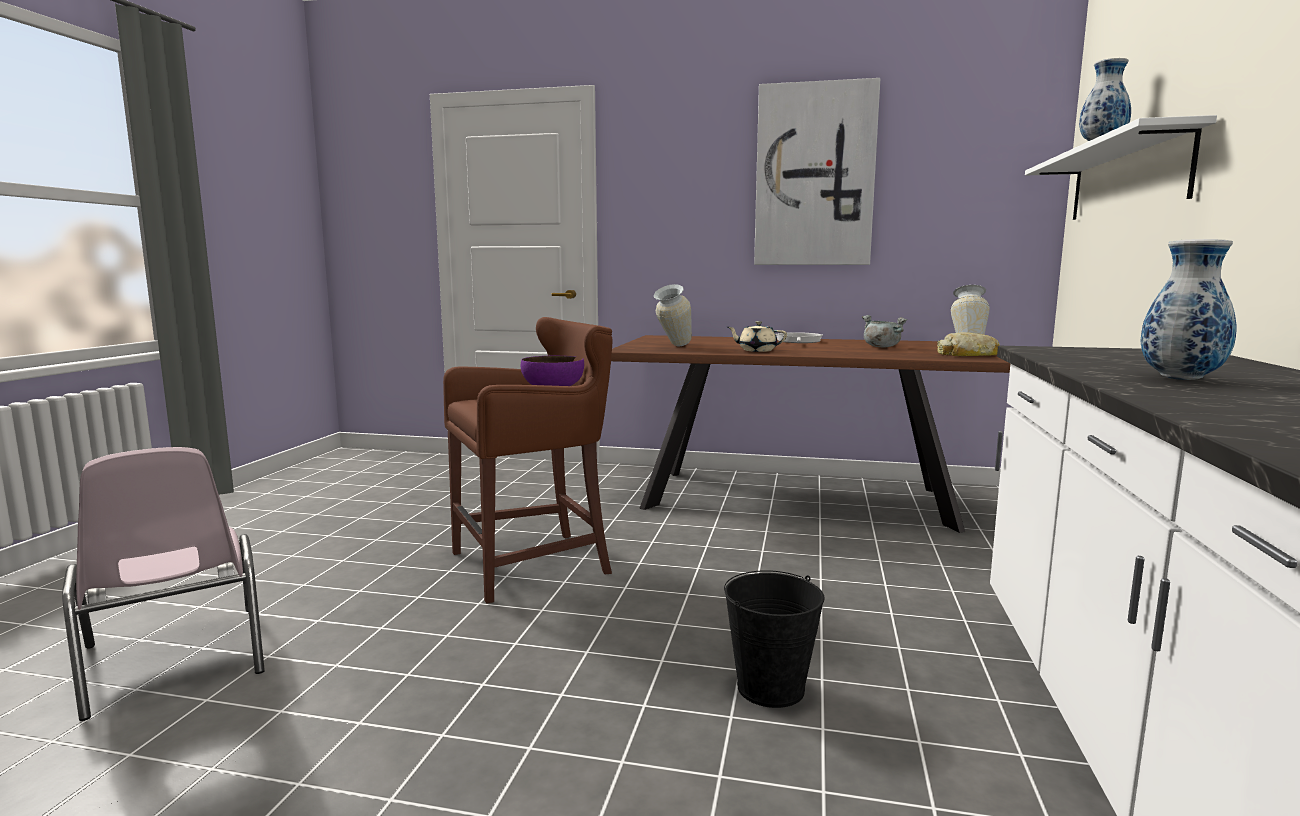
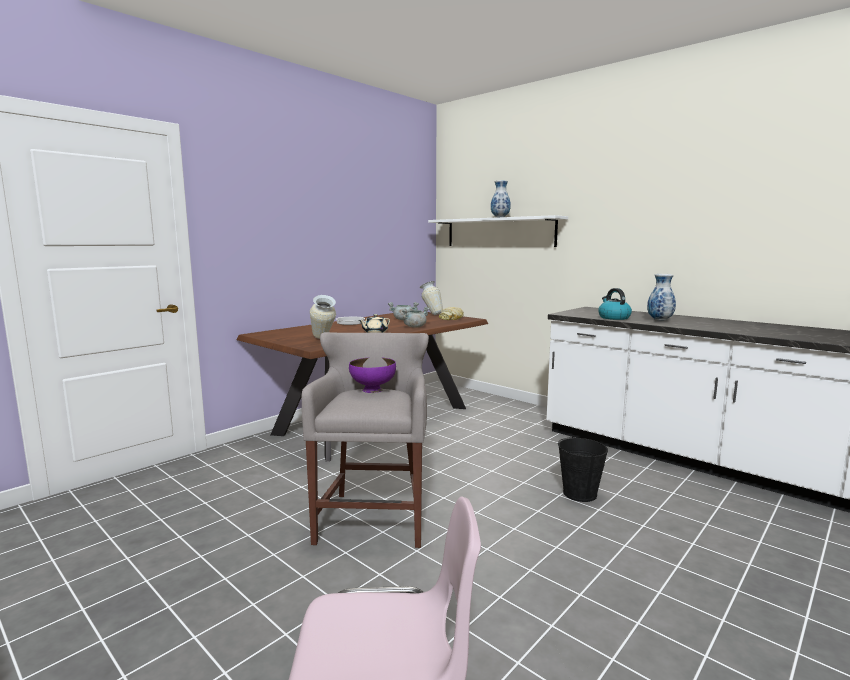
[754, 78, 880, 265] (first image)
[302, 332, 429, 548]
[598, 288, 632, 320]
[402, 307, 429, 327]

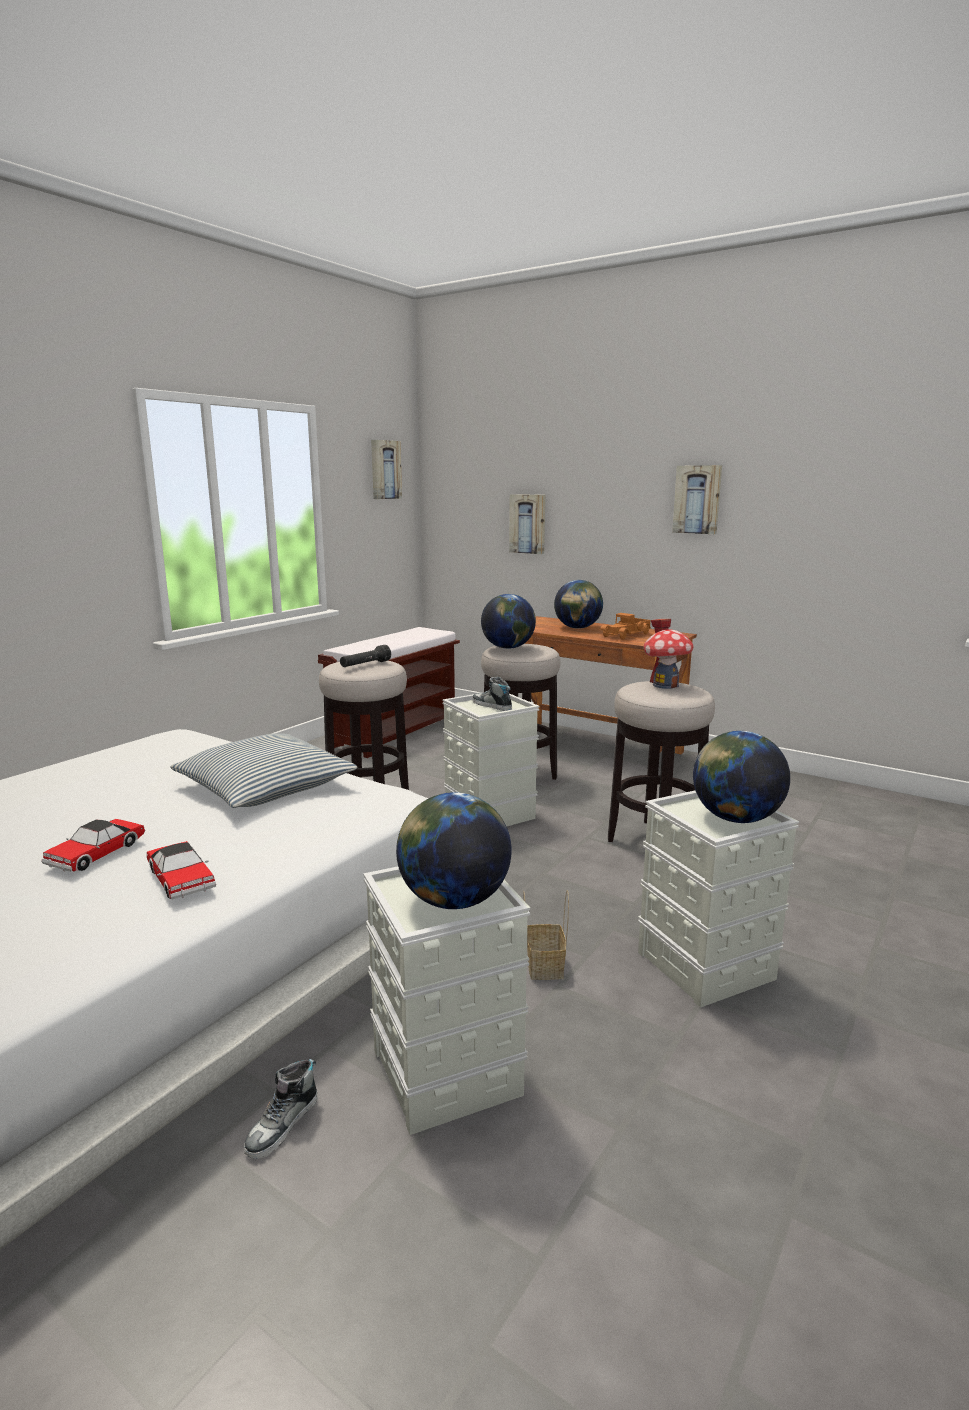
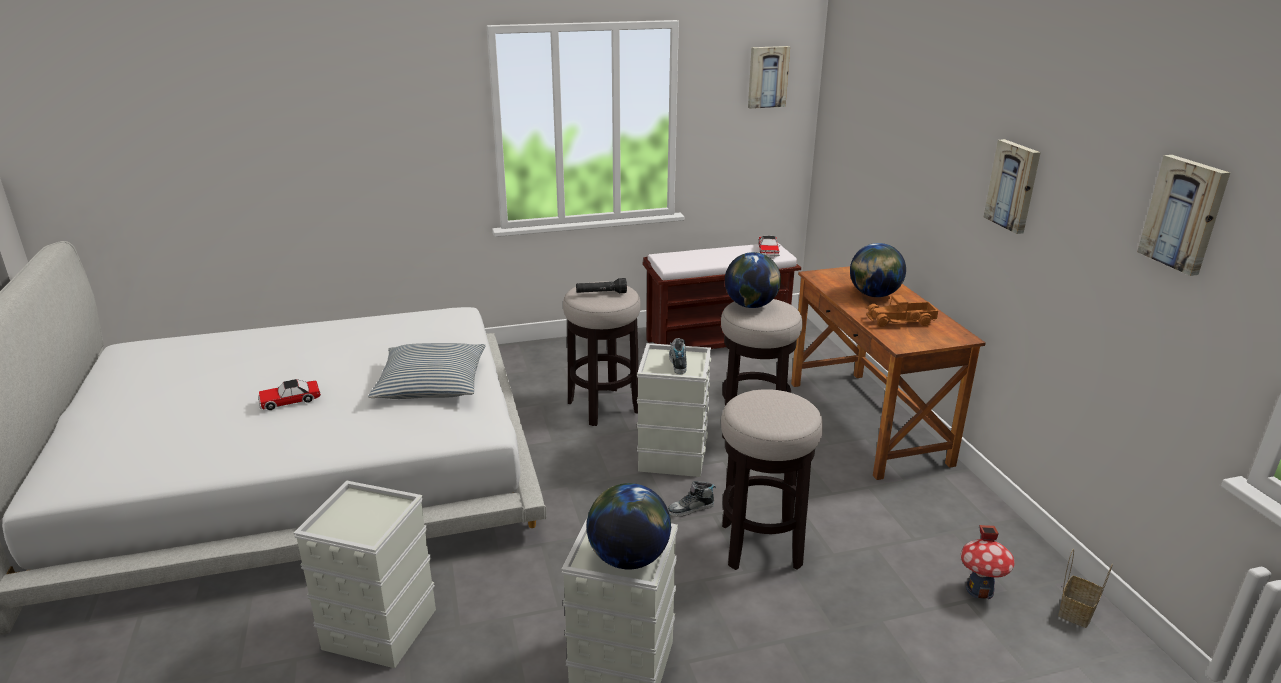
[1137, 155, 1230, 276]
[961, 525, 1015, 599]
[396, 792, 512, 909] (first image)
[759, 236, 780, 257]
[1058, 549, 1113, 628]
[668, 481, 716, 517]

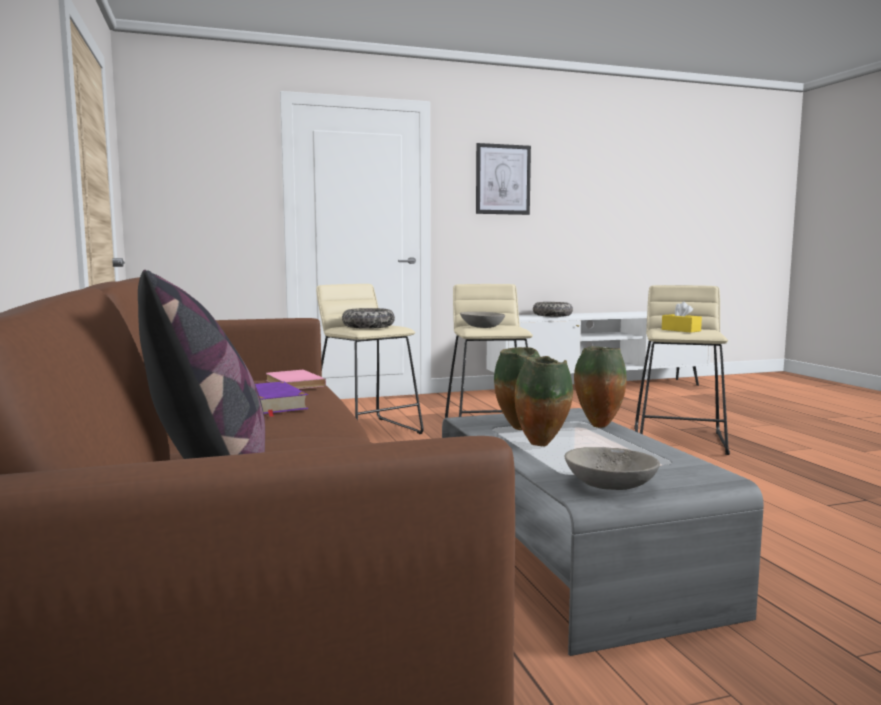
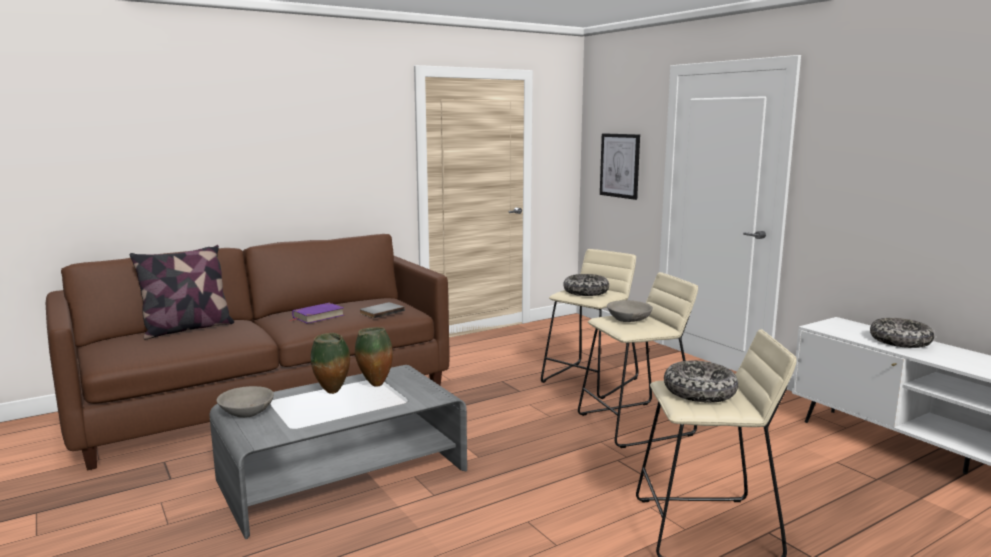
[600, 133, 640, 200]
[664, 361, 738, 403]
[574, 346, 627, 428] (first image)
[359, 302, 405, 318]

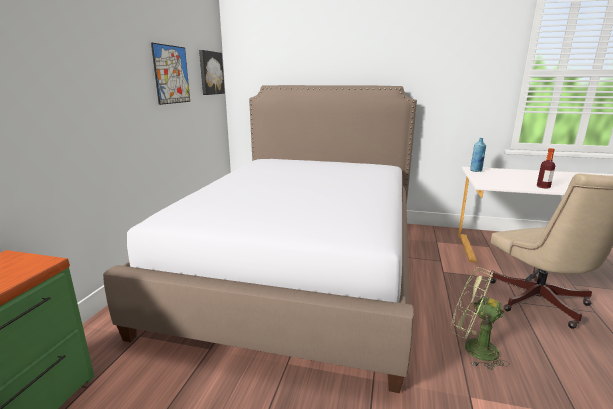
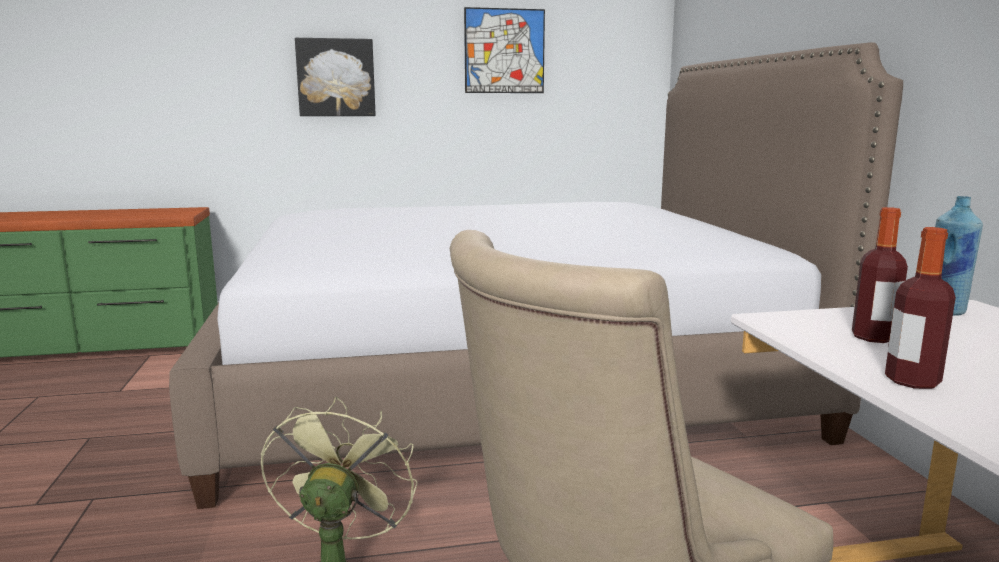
[295, 38, 376, 116]
[852, 207, 908, 343]

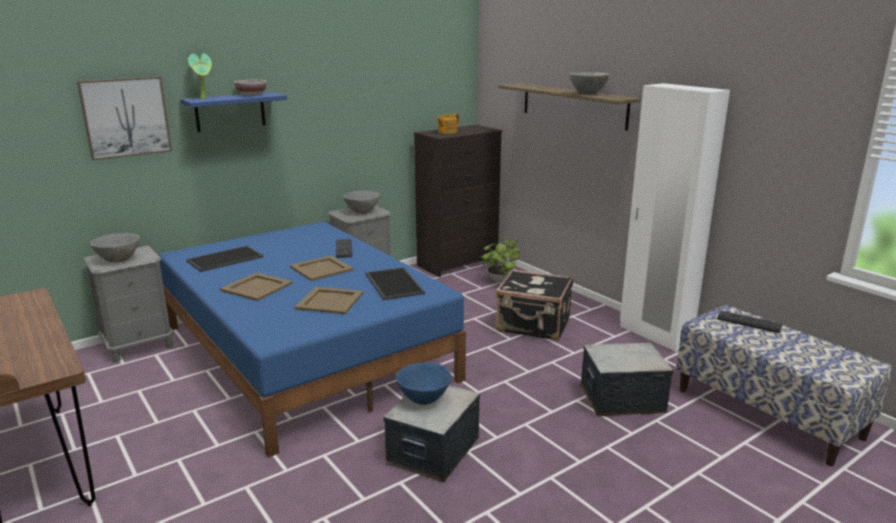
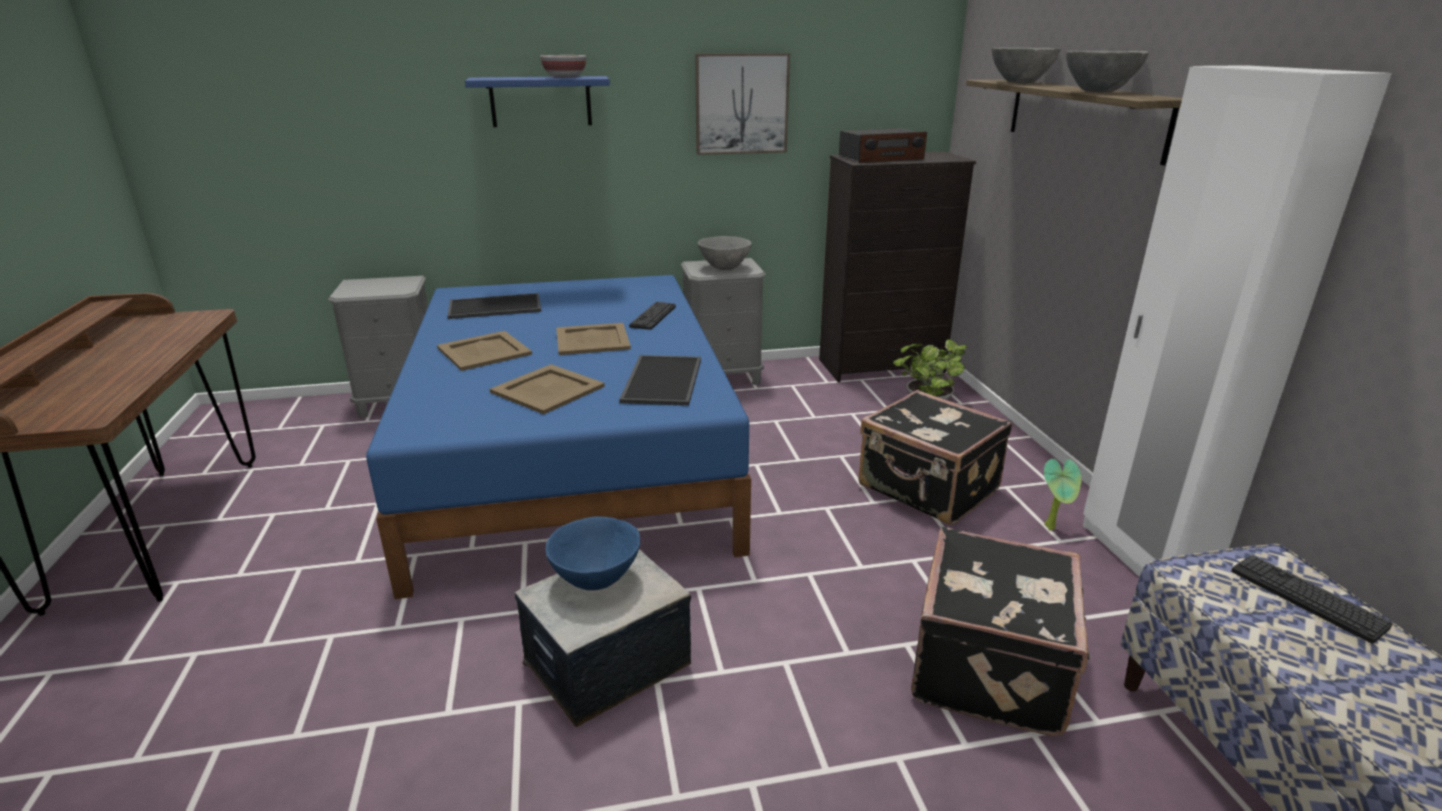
[1044, 459, 1082, 530]
[695, 53, 790, 155]
[839, 128, 927, 163]
[992, 47, 1061, 83]
[911, 527, 1090, 736]

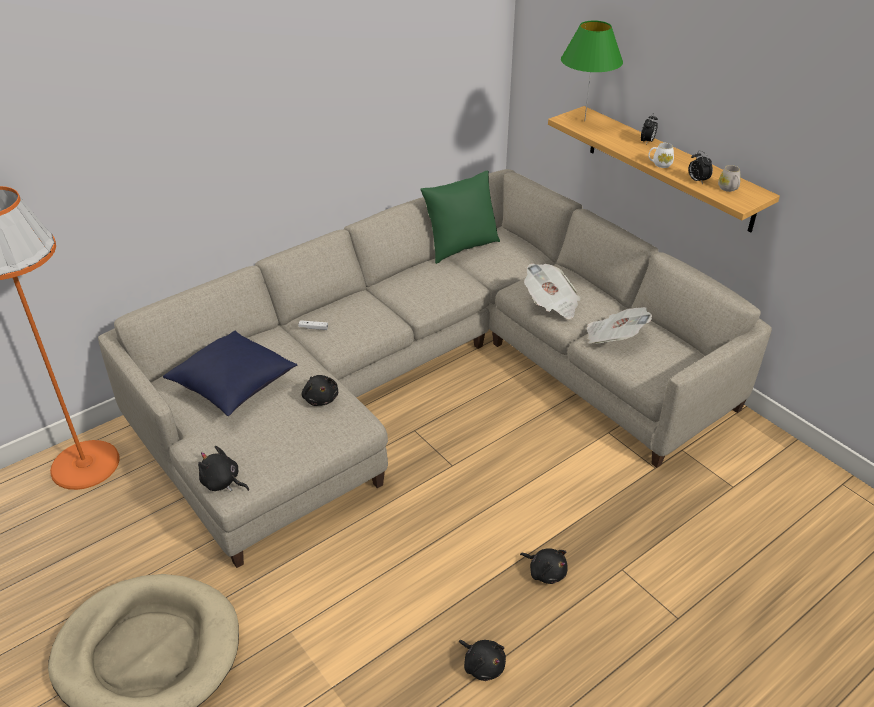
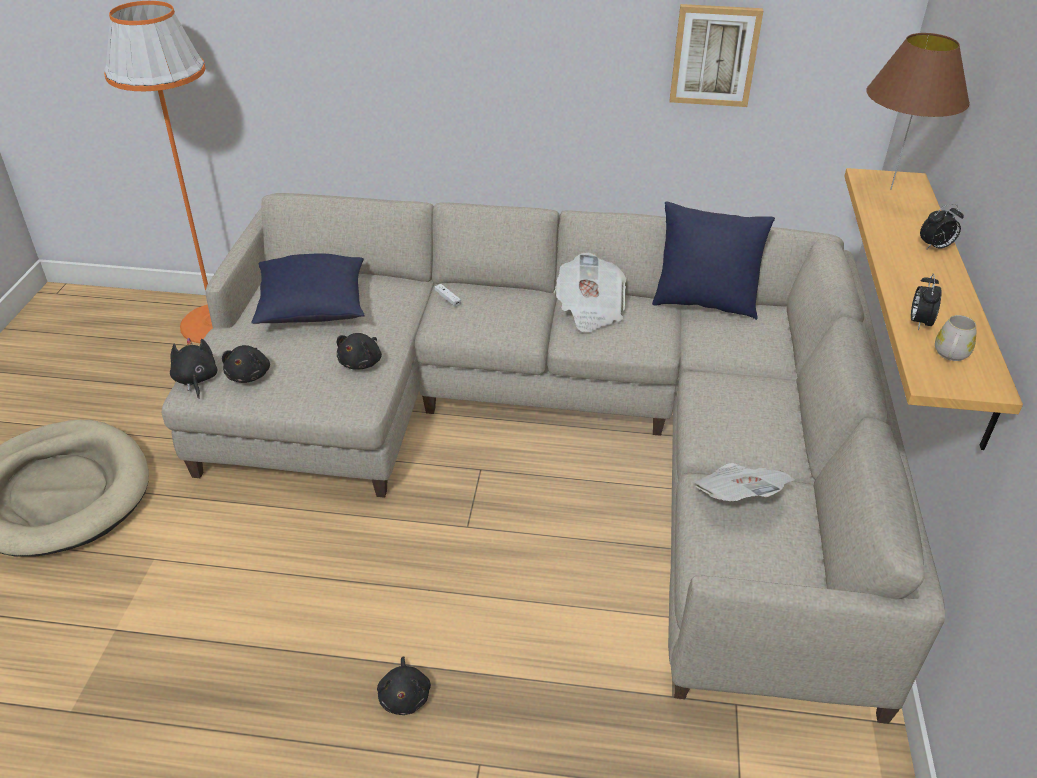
[866, 33, 970, 190]
[648, 143, 674, 168] (first image)
[652, 201, 775, 320]
[554, 253, 626, 333]
[222, 345, 270, 383]
[670, 4, 763, 107]

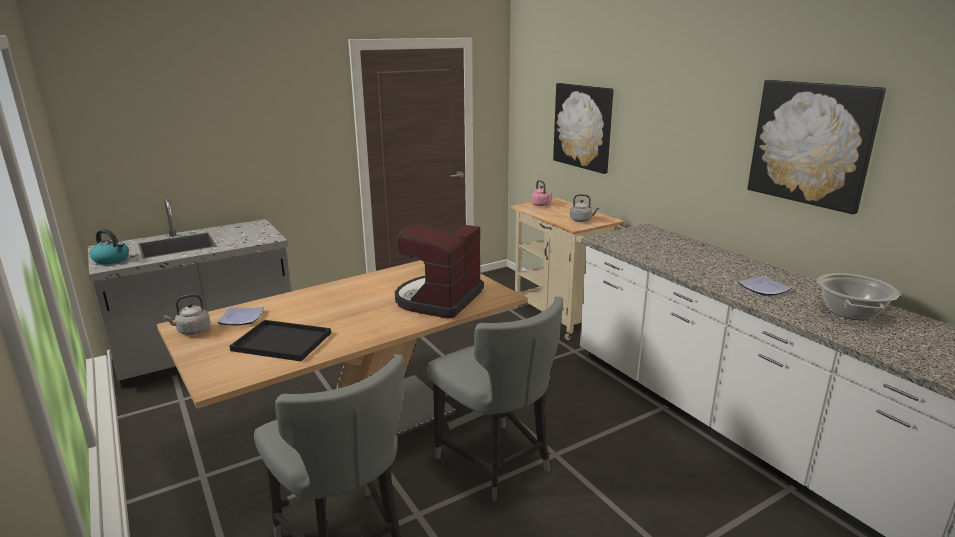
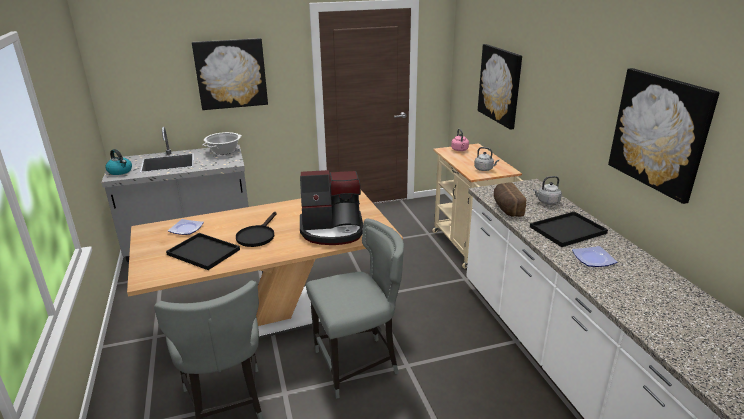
[300, 170, 363, 245]
[202, 132, 242, 155]
[533, 176, 562, 205]
[306, 218, 404, 399]
[192, 38, 268, 110]
[494, 182, 526, 217]
[530, 211, 608, 247]
[236, 212, 277, 247]

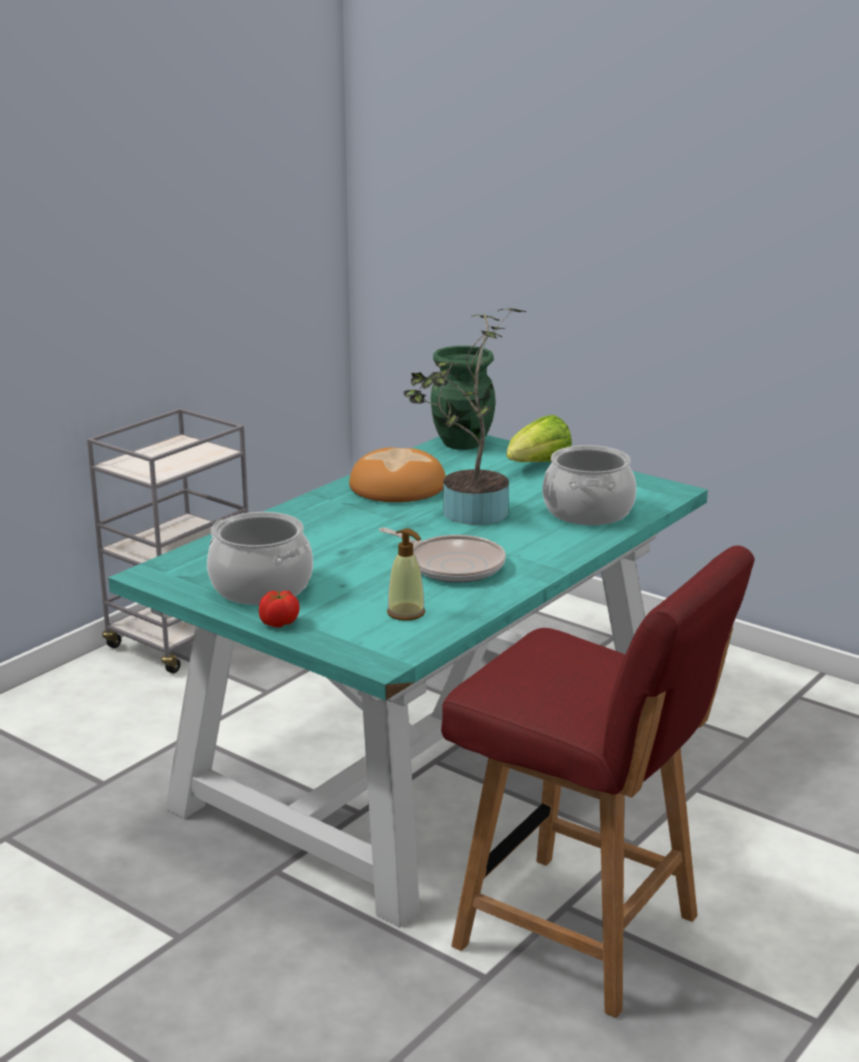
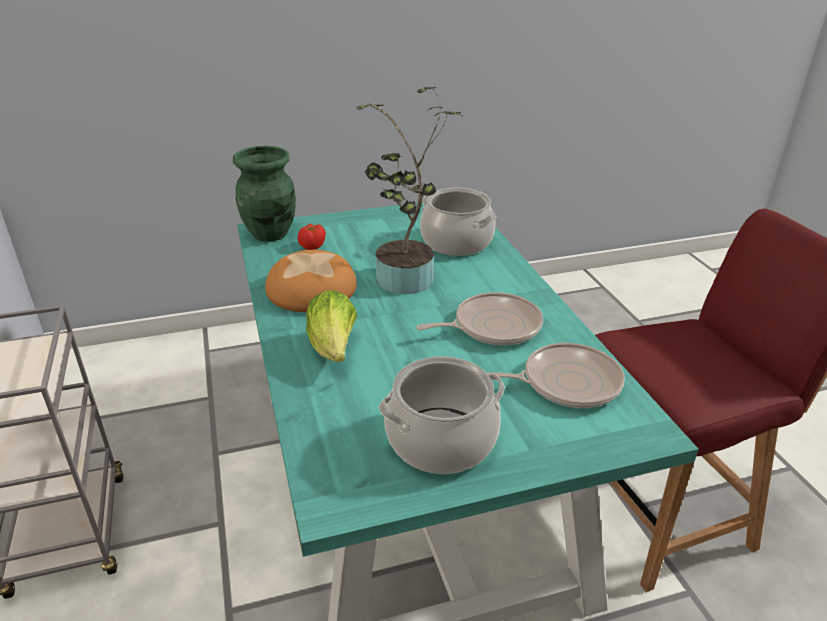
[306, 290, 357, 362]
[487, 343, 625, 408]
[298, 223, 326, 250]

